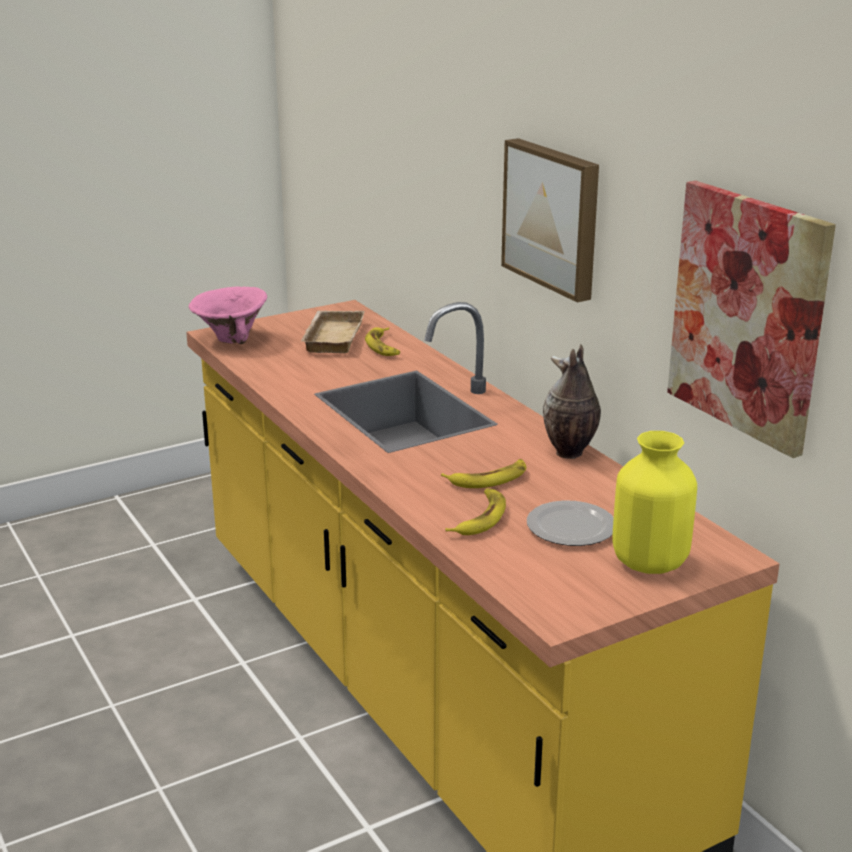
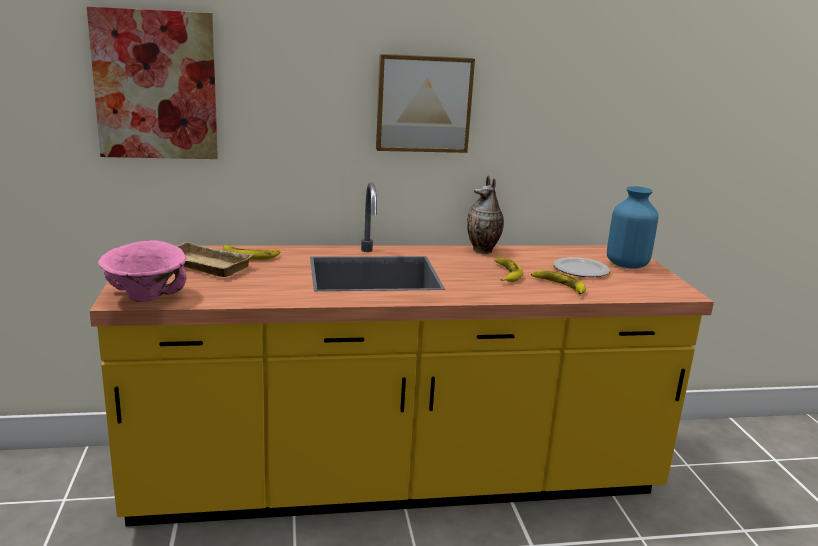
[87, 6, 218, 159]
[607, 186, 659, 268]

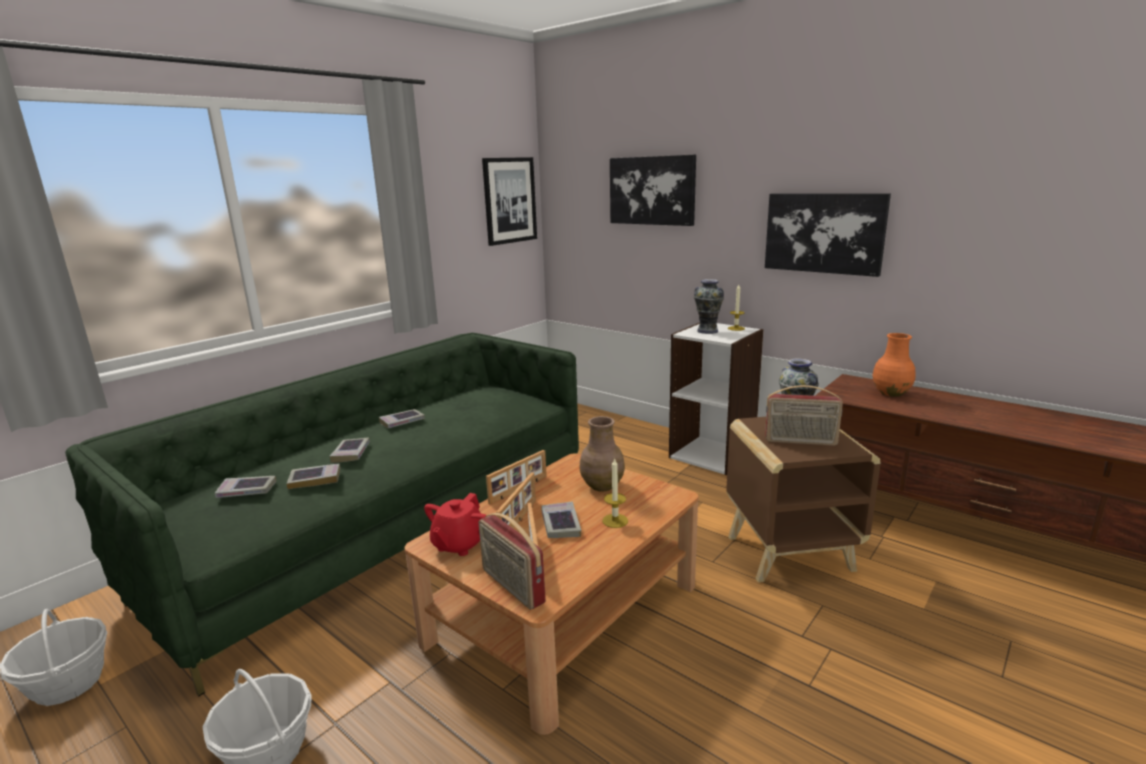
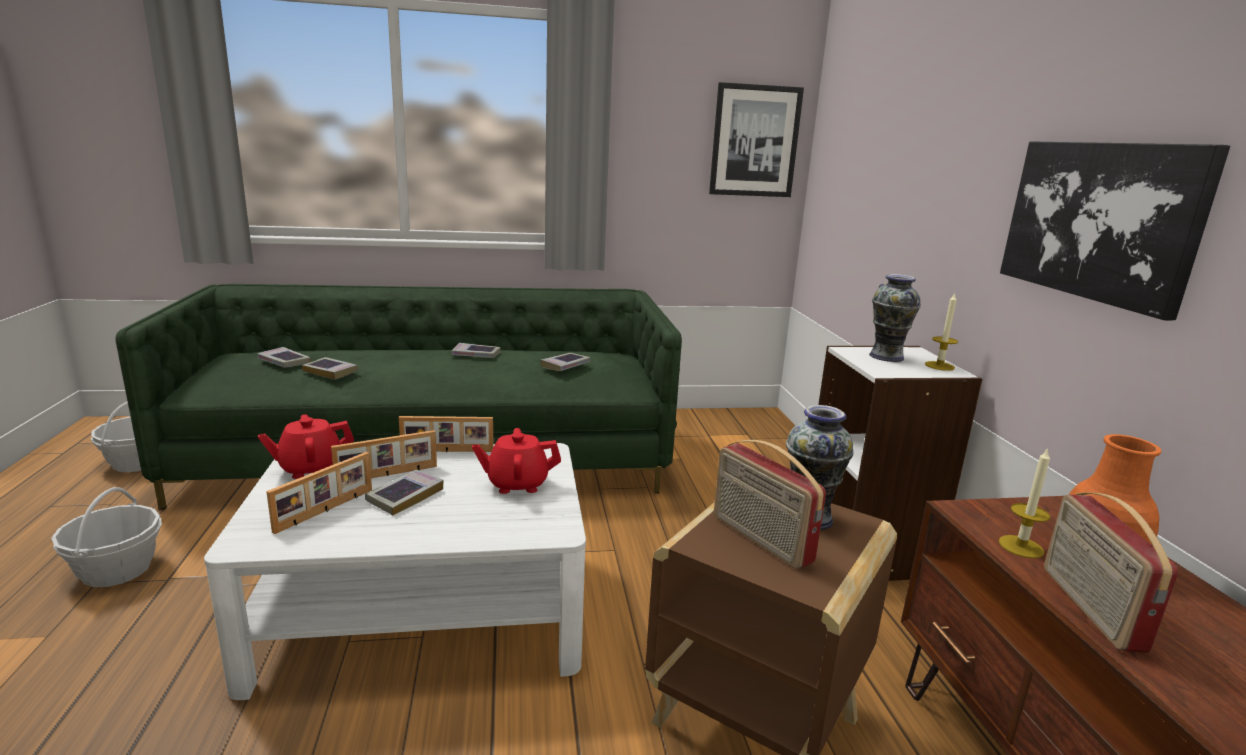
[610, 154, 696, 226] (first image)
[472, 428, 561, 494]
[541, 353, 590, 371]
[204, 443, 586, 700]
[999, 447, 1050, 558]
[1044, 492, 1178, 653]

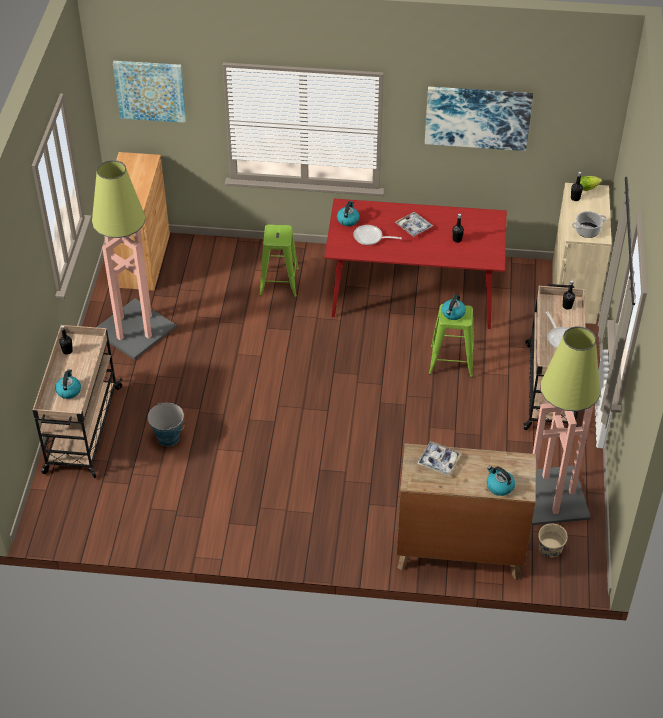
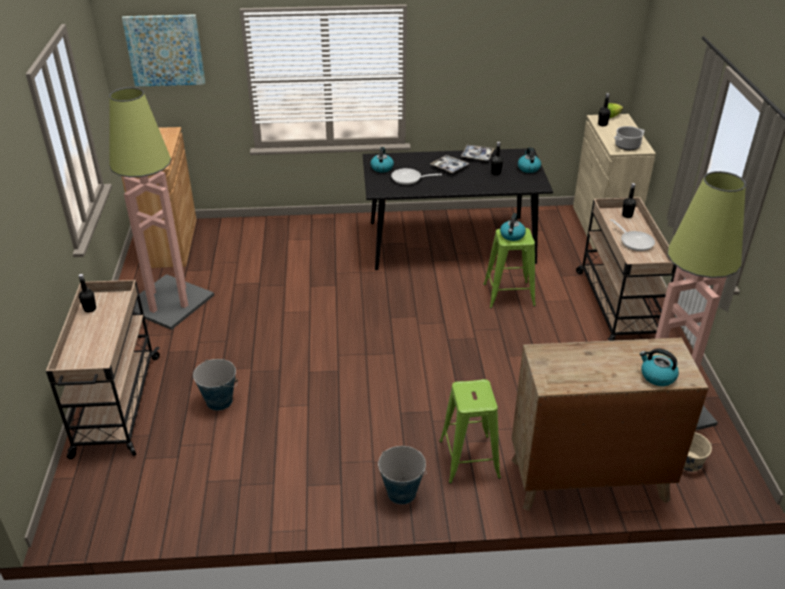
[425, 87, 533, 151] (first image)
[363, 148, 553, 270]
[439, 379, 501, 484]
[518, 147, 541, 173]
[461, 145, 494, 160]
[378, 446, 427, 504]

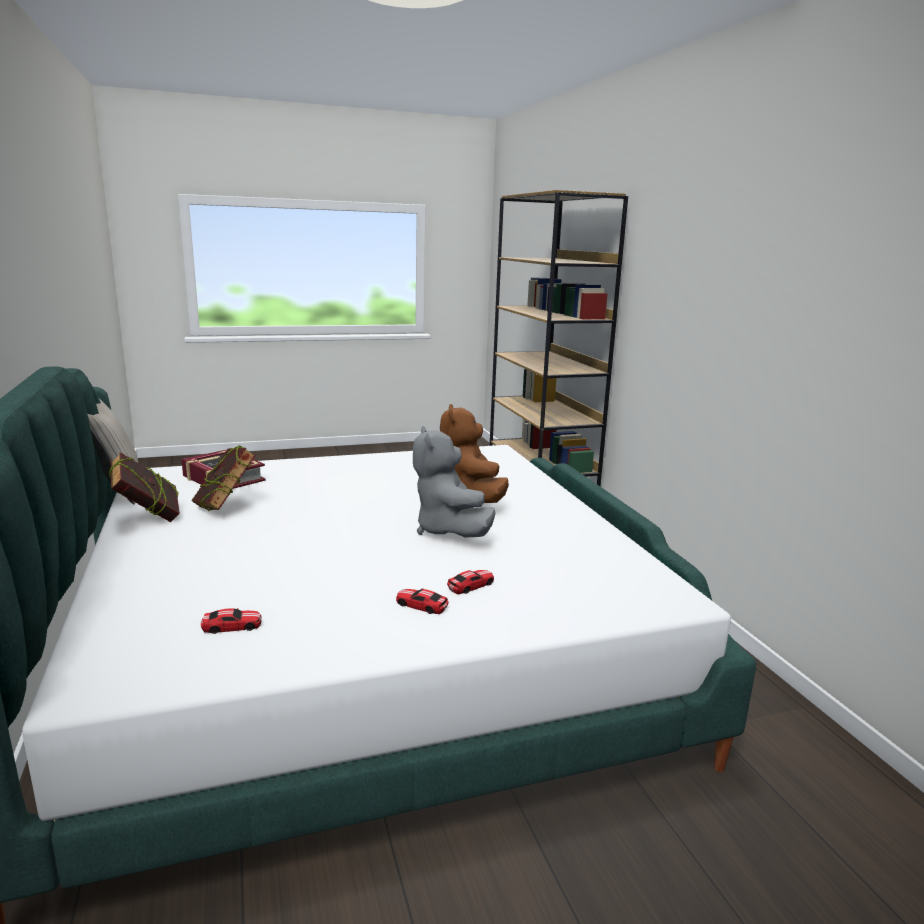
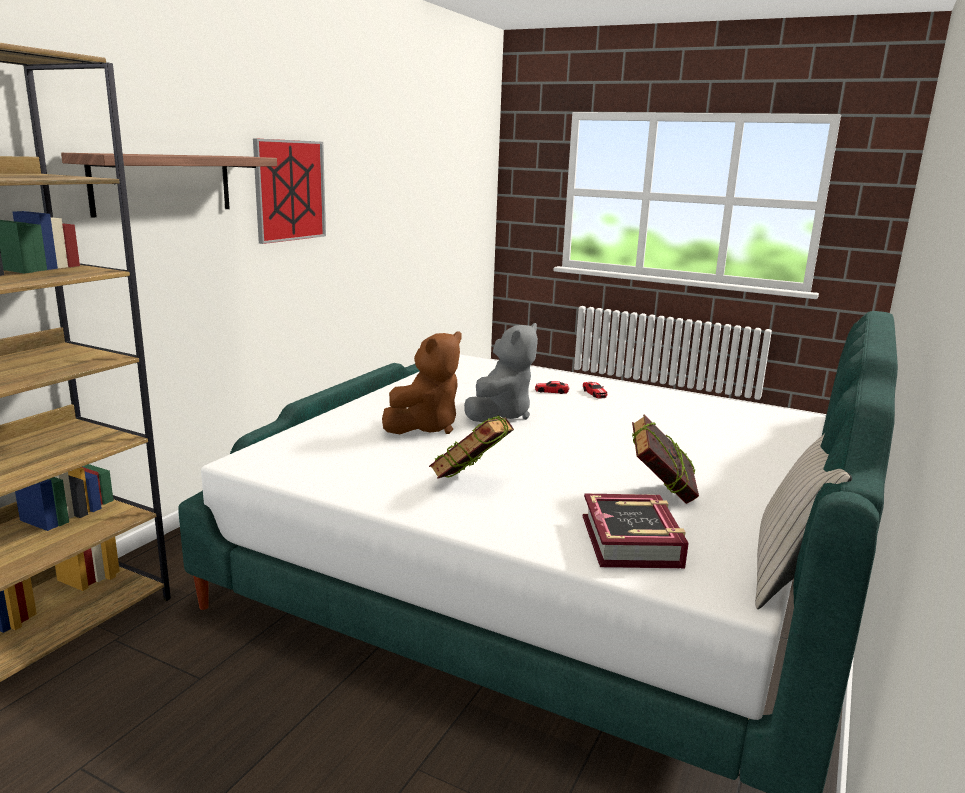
[429, 416, 514, 479]
[201, 608, 262, 634] (first image)
[253, 138, 326, 244]
[61, 153, 277, 218]

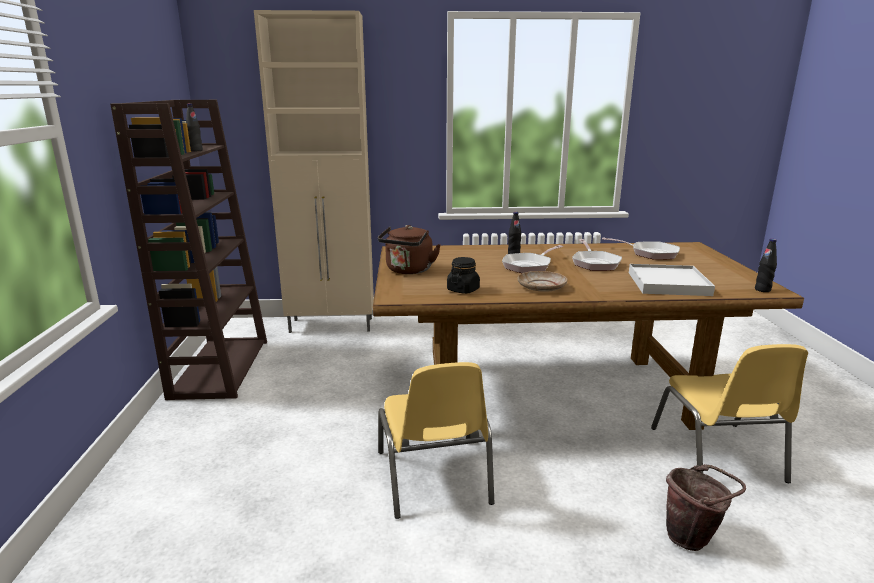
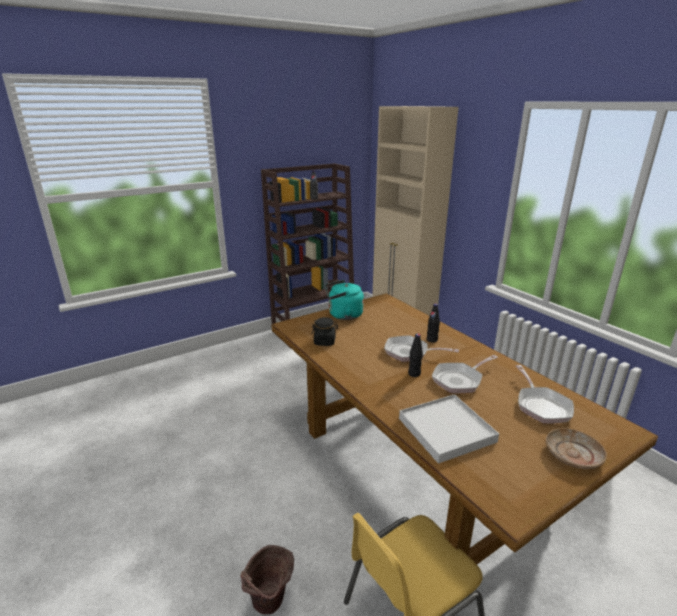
[325, 280, 364, 320]
[408, 334, 423, 377]
[546, 428, 607, 469]
[378, 362, 494, 519] (first image)

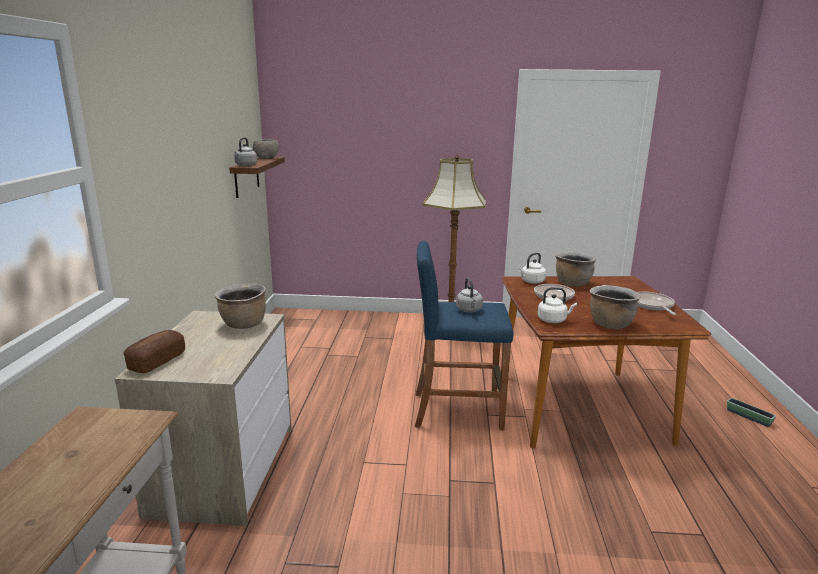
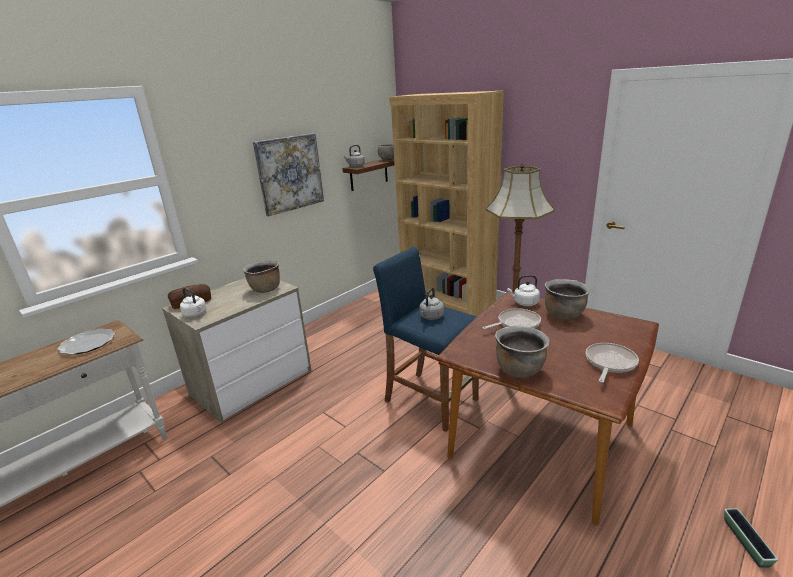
[180, 287, 206, 317]
[389, 91, 504, 316]
[253, 133, 324, 217]
[57, 328, 115, 355]

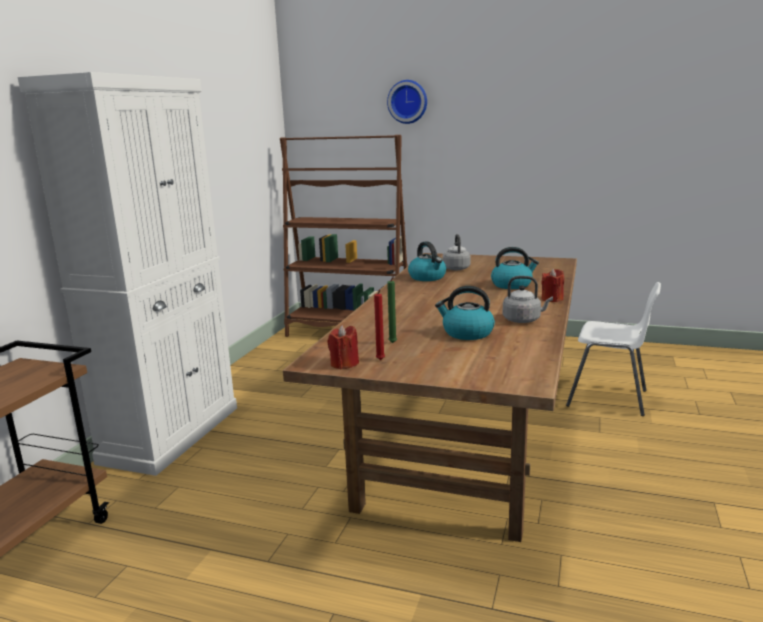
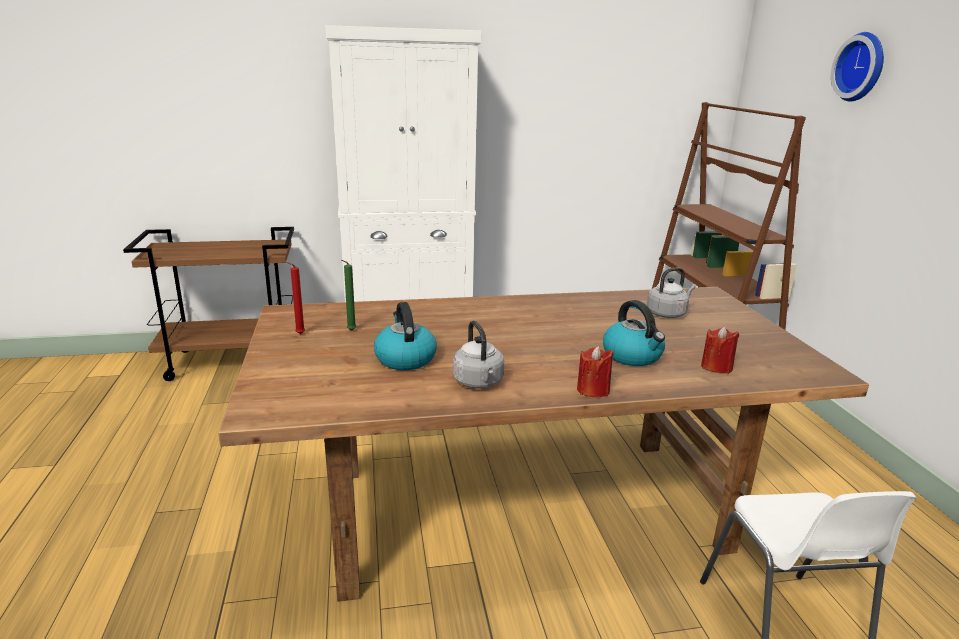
[408, 241, 446, 281] (first image)
[701, 326, 739, 374]

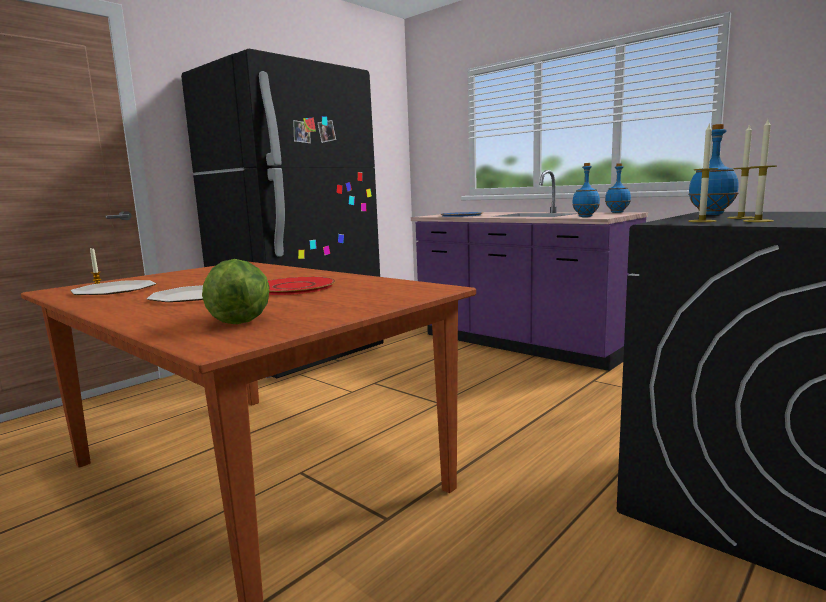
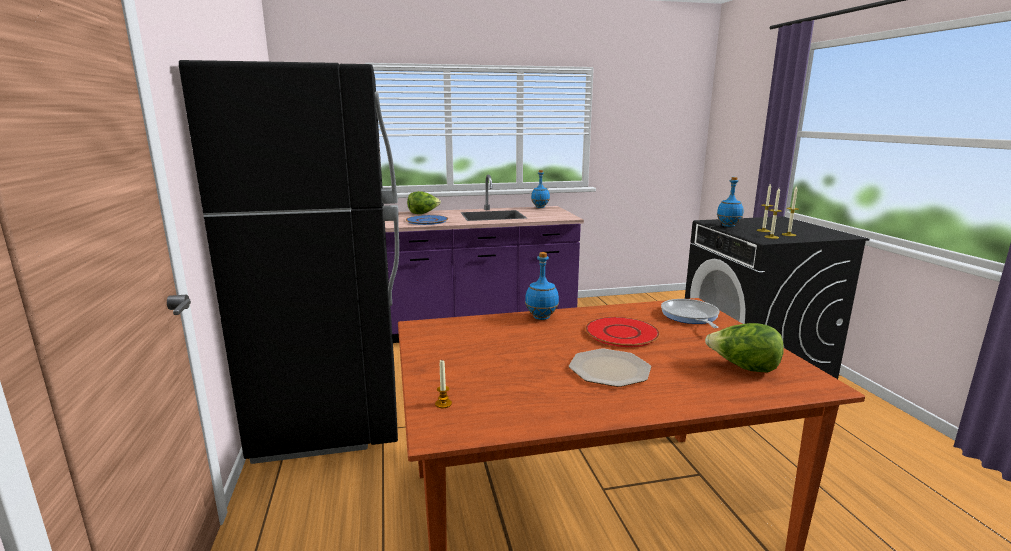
[525, 252, 559, 320]
[70, 280, 156, 295] (first image)
[407, 191, 441, 214]
[661, 299, 720, 328]

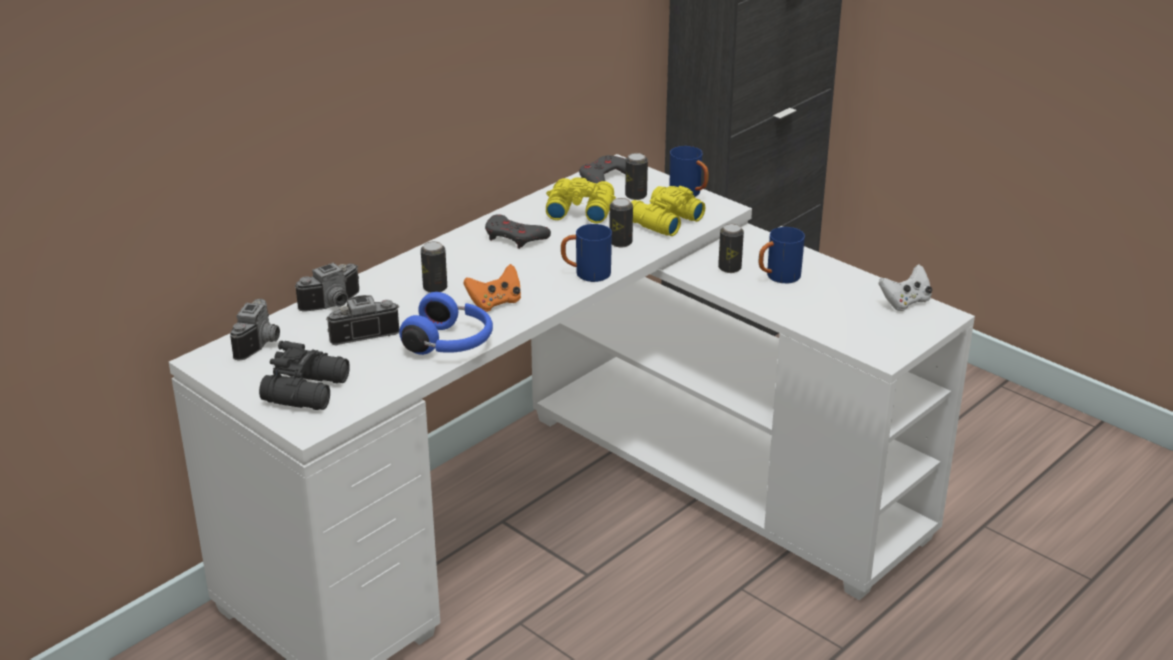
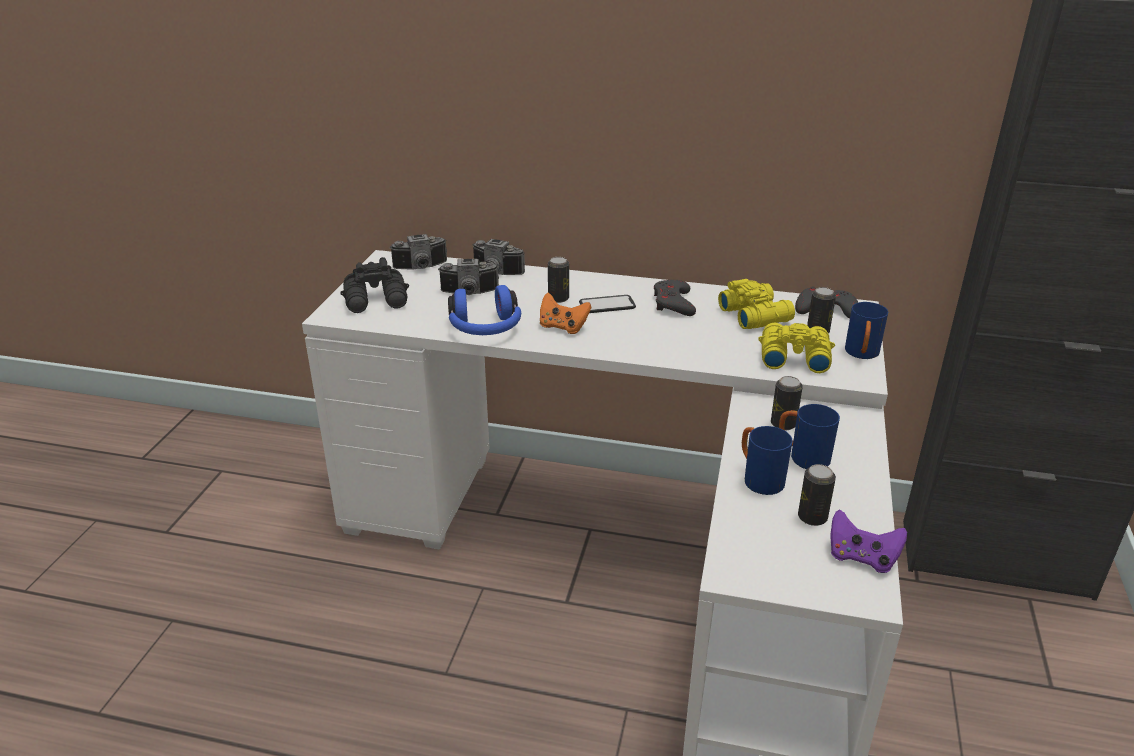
[798, 464, 836, 526]
[742, 426, 792, 495]
[830, 509, 907, 573]
[438, 259, 499, 295]
[579, 295, 636, 313]

